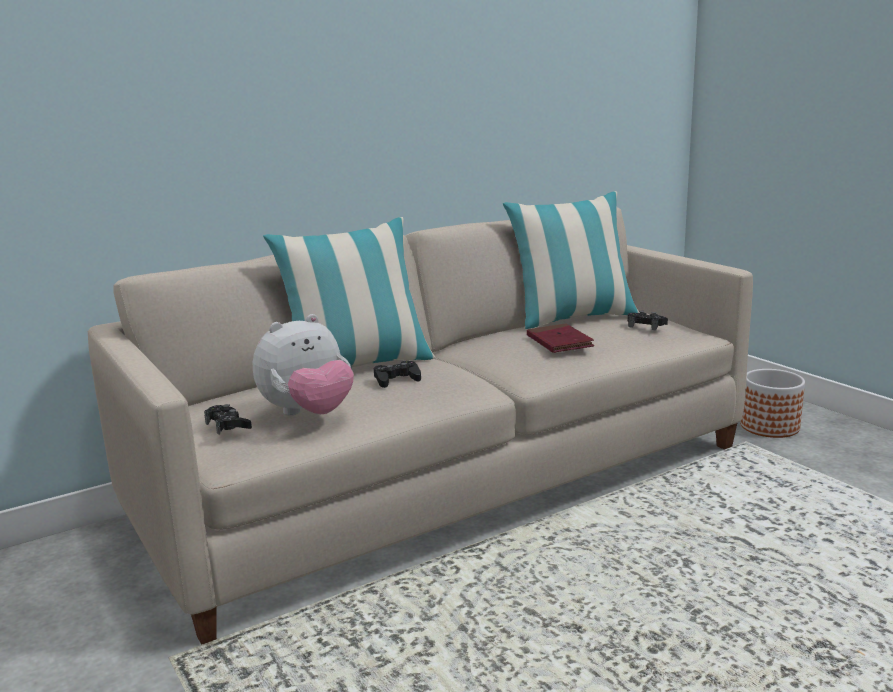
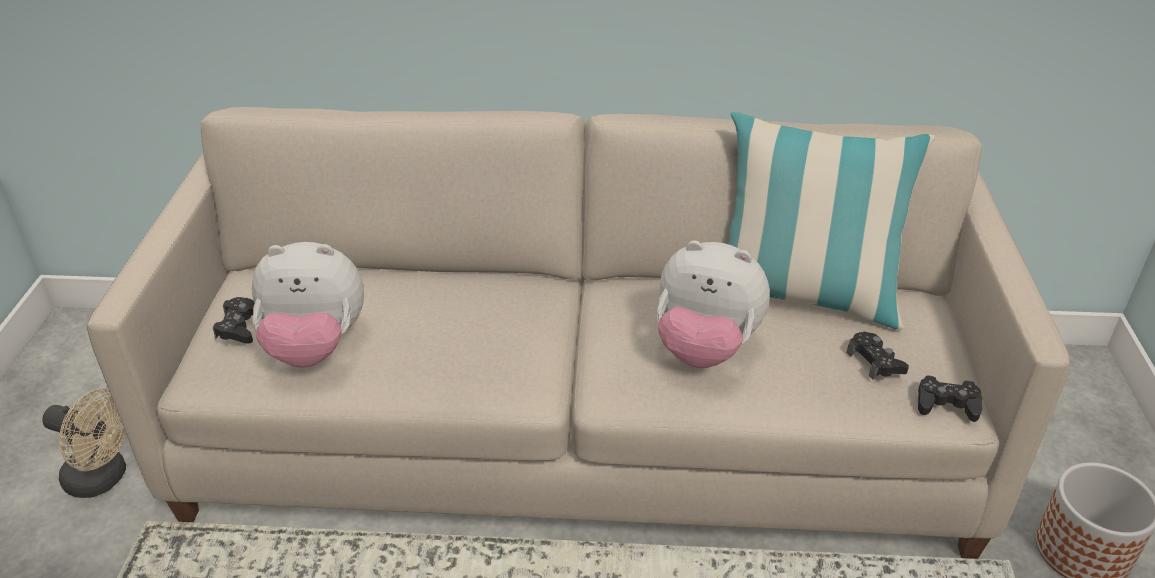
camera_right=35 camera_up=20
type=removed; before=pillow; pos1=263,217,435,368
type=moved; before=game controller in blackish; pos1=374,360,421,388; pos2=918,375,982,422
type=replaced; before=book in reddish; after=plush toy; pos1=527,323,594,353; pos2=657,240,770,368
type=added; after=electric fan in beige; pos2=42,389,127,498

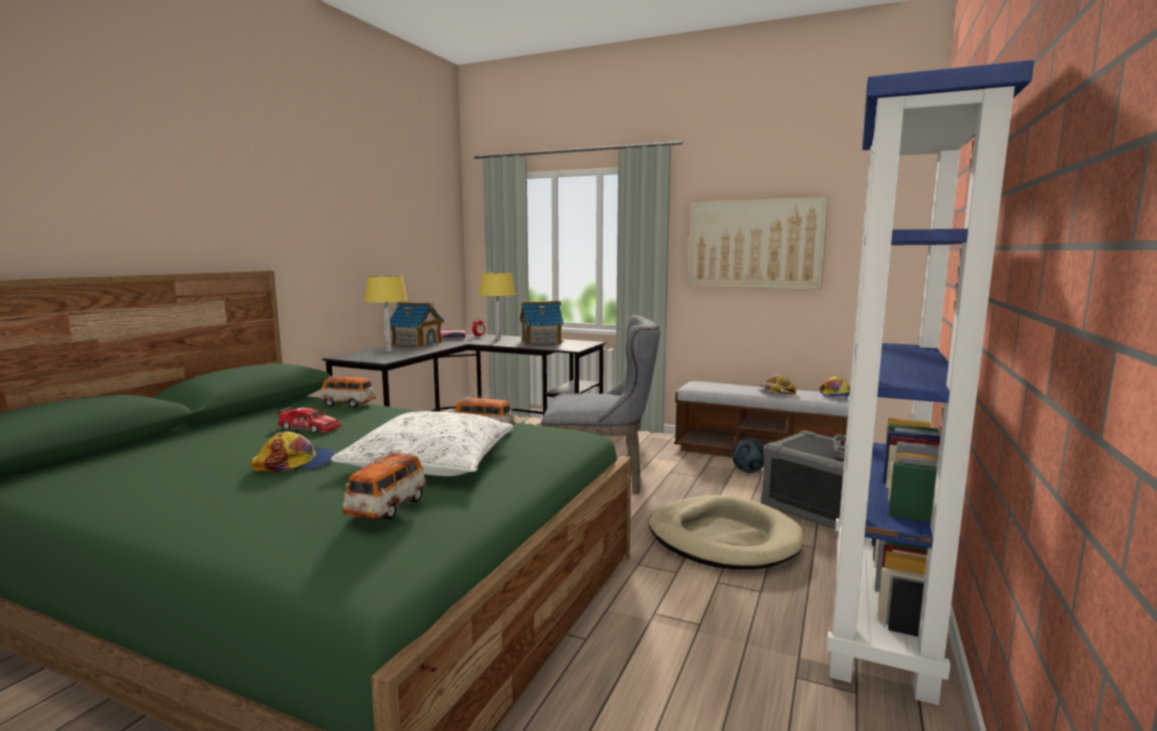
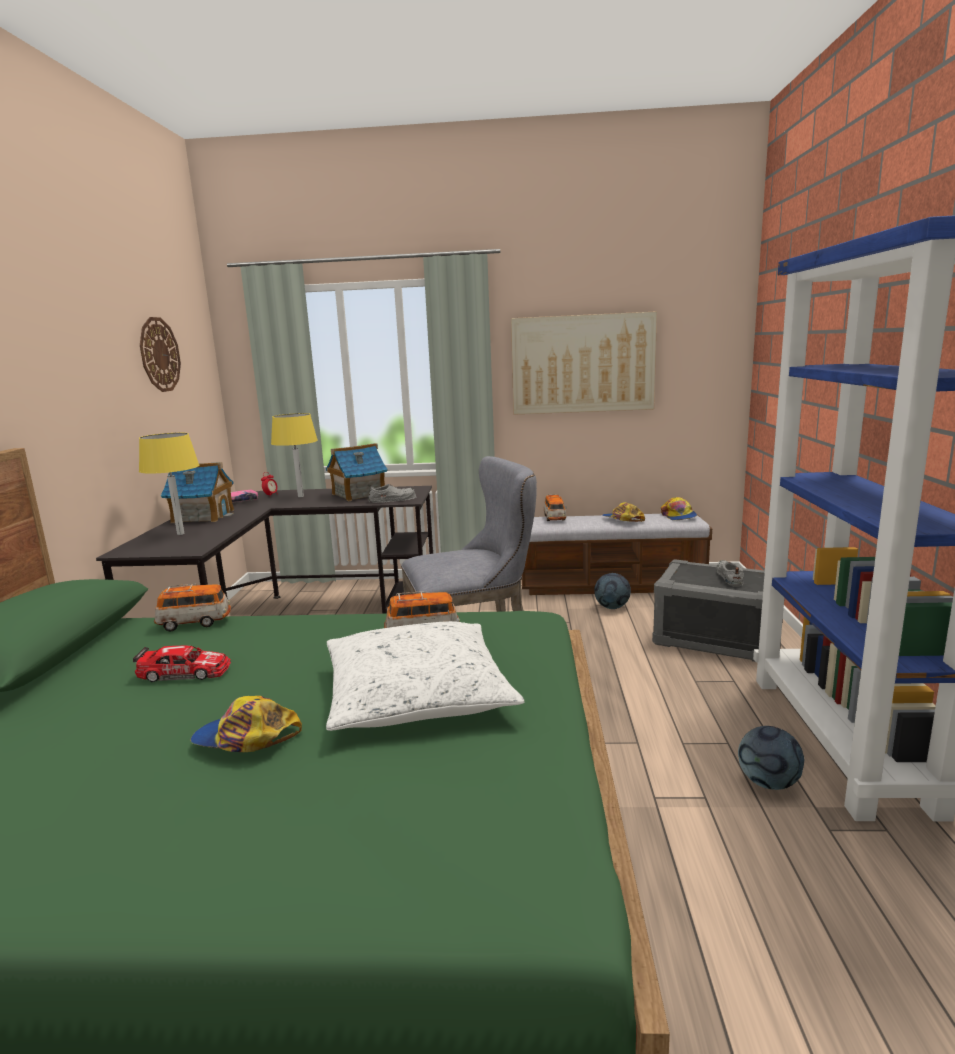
camera_right=-20 camera_up=5
type=turned; before=cap; pos1=251,431,336,473; pos2=190,696,302,752; turn=-135
type=moved; before=model car; pos1=342,451,427,520; pos2=543,494,567,521
type=removed; before=pet bed in beige; pos1=648,495,804,570
type=added; after=hanging clock; pos2=140,317,181,392
type=added; after=shoe in greyish; pos2=368,484,416,503
type=added; after=ball for football; pos2=738,726,804,790

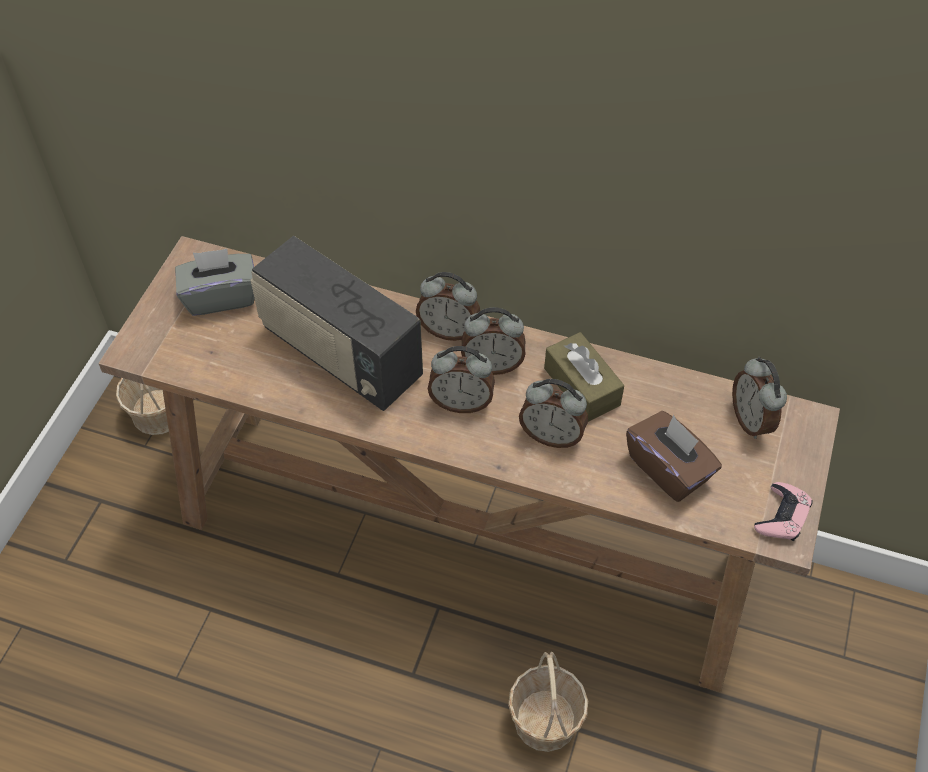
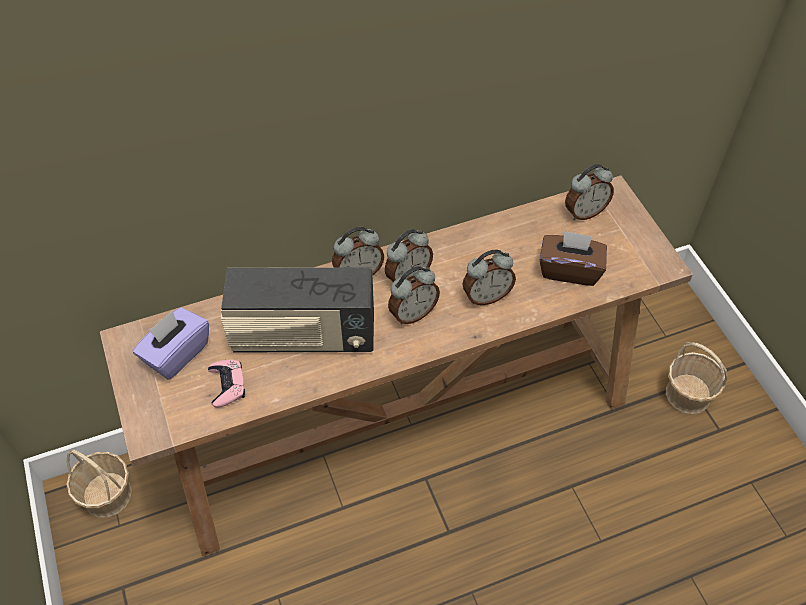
camera_right=-40 camera_up=0
type=recoloured; before=tissue box in greyish; after=tissue box in purplish; pos1=175,249,254,316; pos2=133,307,209,380
type=moved; before=storage basket; pos1=508,652,588,752; pos2=666,342,728,414
type=removed; before=tissue box in brown; pos1=544,332,624,422
type=turned; before=alarm clock; pos1=732,357,787,439; pos2=565,164,614,220; turn=-60
type=moved; before=game controller in pink-coloured; pos1=754,482,813,541; pos2=208,359,245,408

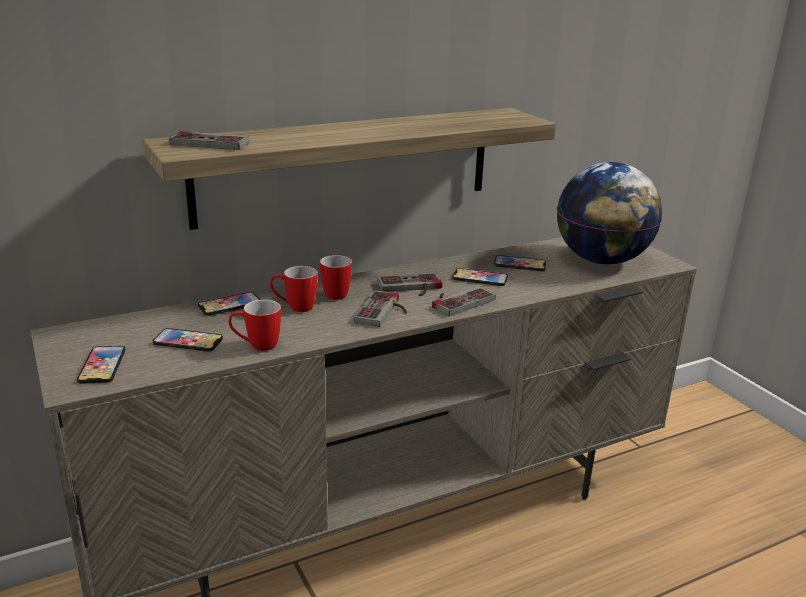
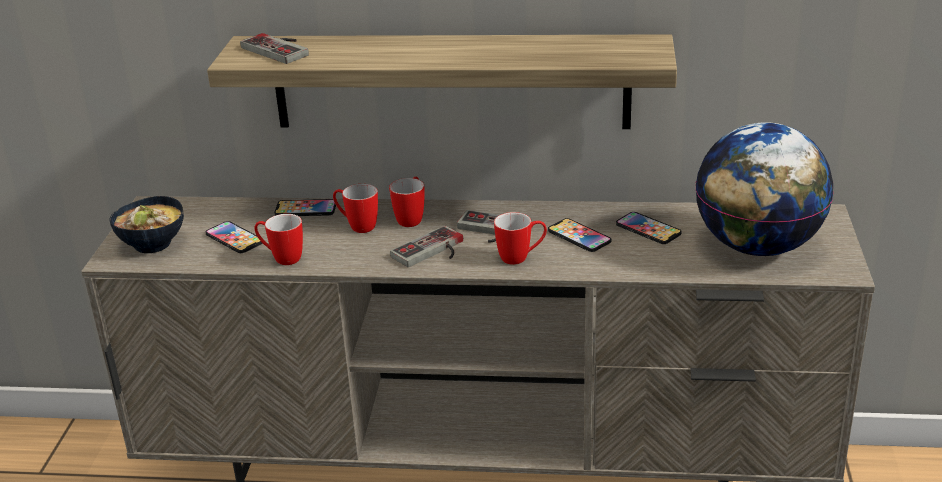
camera_right=35 camera_up=5
type=replaced; before=phone; after=serving bowl; pos1=77,346,125,383; pos2=109,196,184,253
type=replaced; before=game controller; after=tea mug; pos1=432,286,496,316; pos2=494,212,547,265

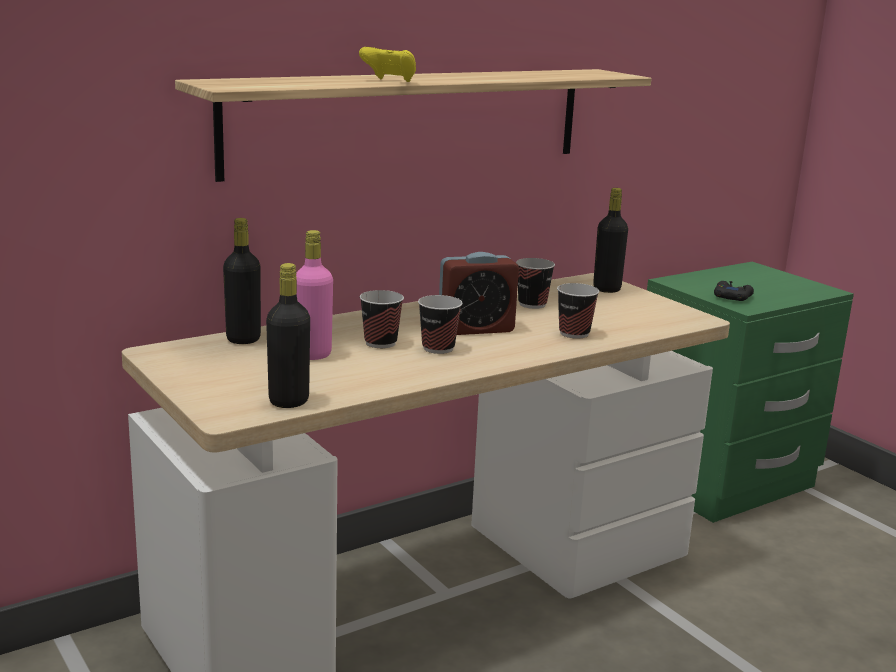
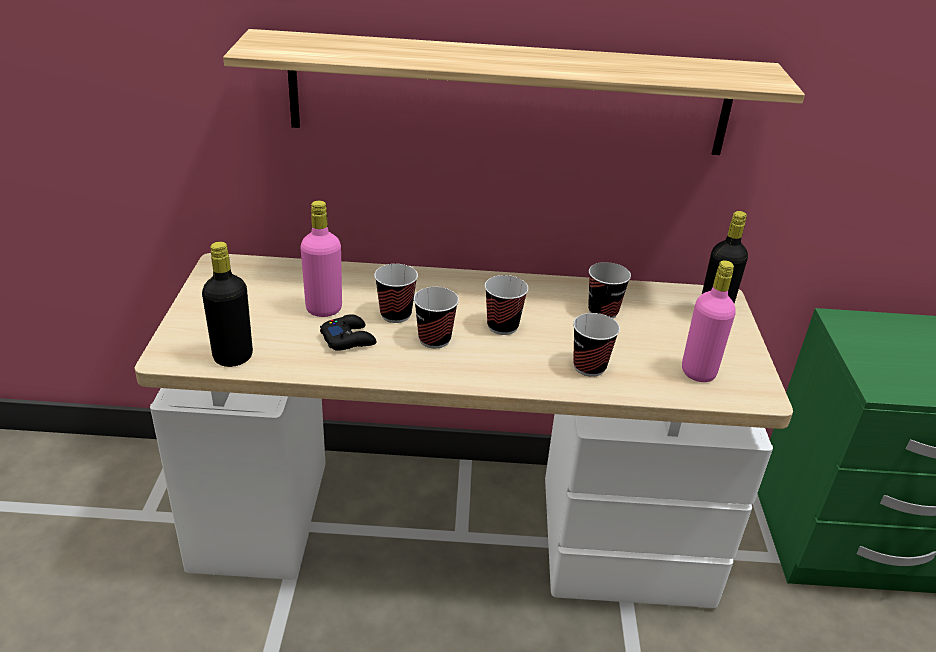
camera_right=35 camera_up=15
type=removed; before=drink bottle in blackish; pos1=223,218,261,344
type=removed; before=game controller in yellow; pos1=359,47,416,82
type=replaced; before=alarm clock; after=cup; pos1=439,252,519,335; pos2=485,275,528,335
type=moved; before=game controller in blackish; pos1=714,281,754,301; pos2=320,314,377,351
type=added; after=drink bottle in pink-coloured; pos2=682,260,736,382

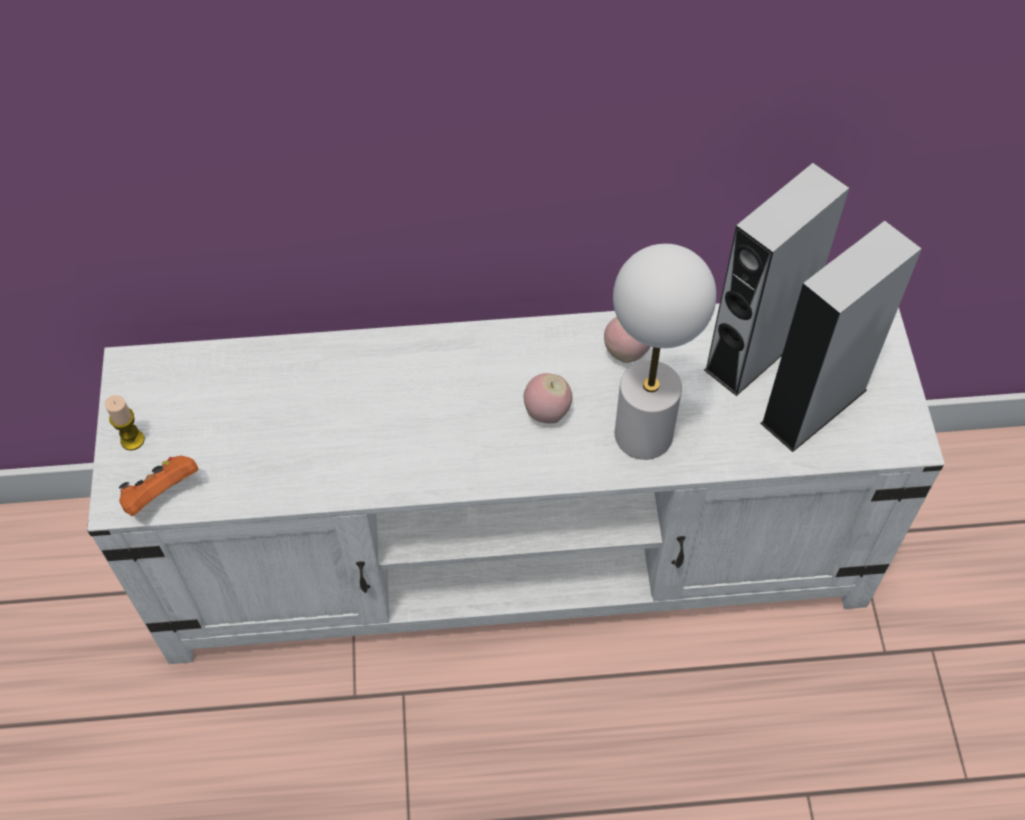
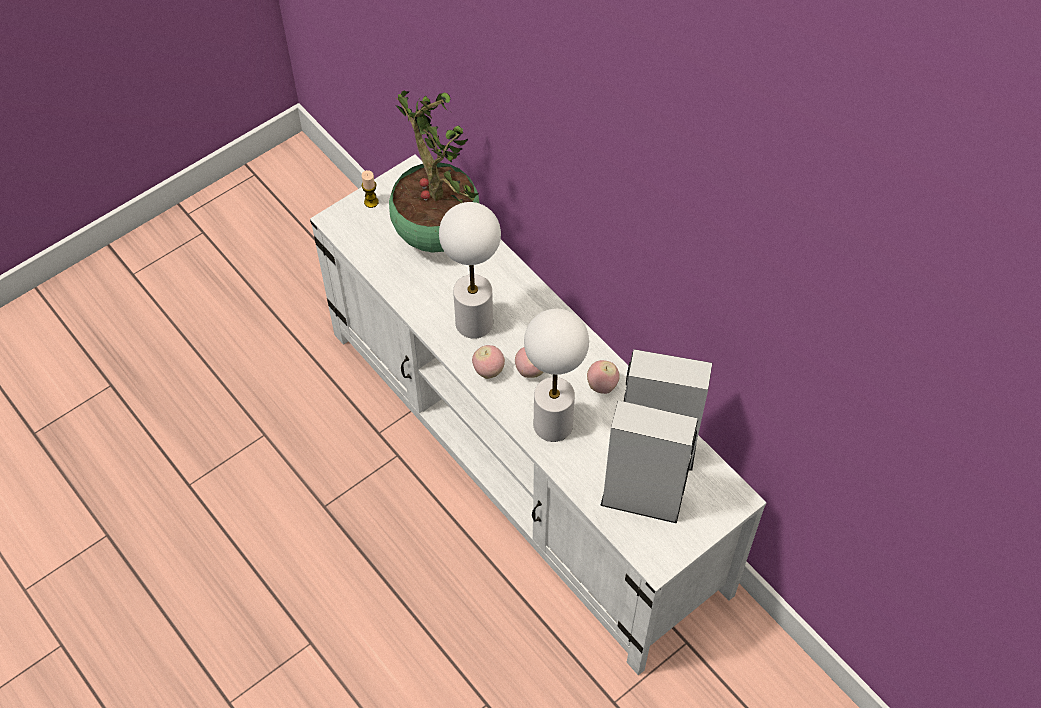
camera_right=55 camera_up=0
type=removed; before=game controller in orange; pos1=119,456,198,516
type=added; after=houseplant; pos2=389,91,480,253
type=added; after=tabletop lamp in white; pos2=439,202,501,339
type=added; after=apple fruit; pos2=472,345,505,379

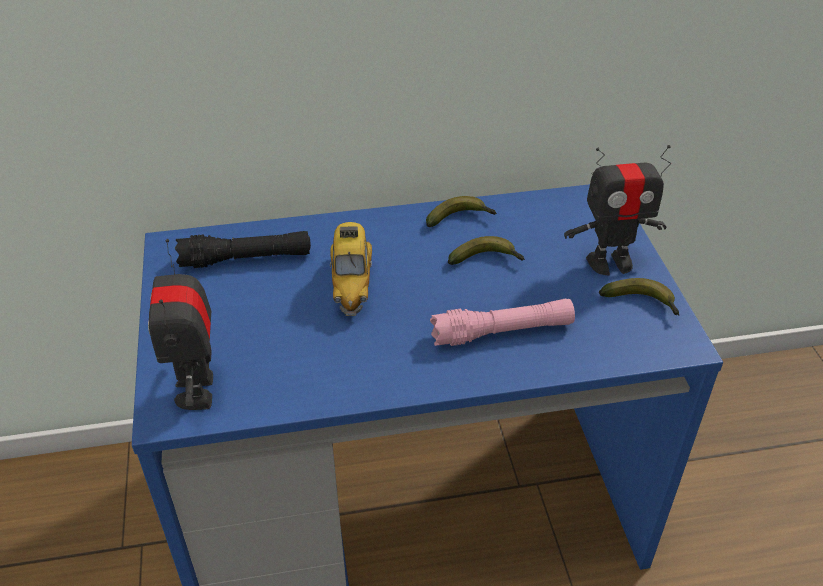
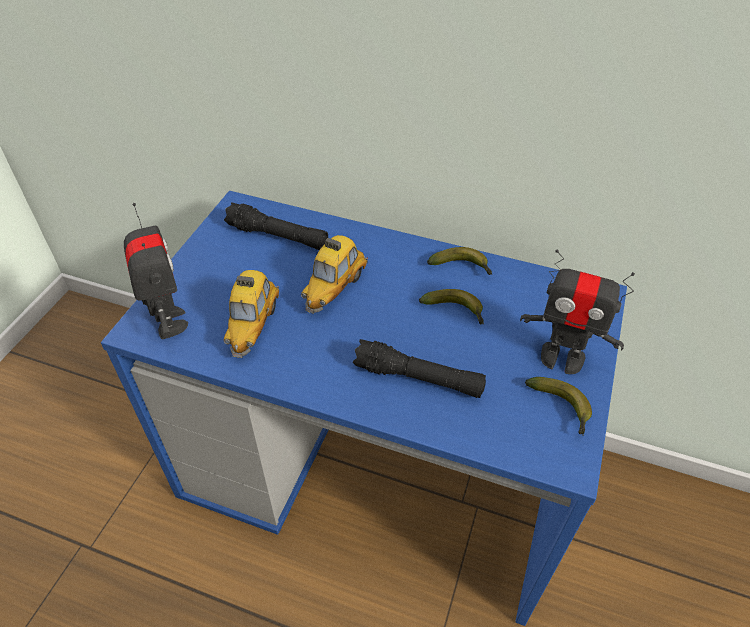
camera_right=30 camera_up=5
type=turned; before=model robot; pos1=148,239,213,410; pos2=124,203,188,339; turn=135
type=recoloured; before=hand torch in pink-coloured; after=hand torch in blackish; pos1=430,299,575,346; pos2=353,339,486,398
type=added; after=model car; pos2=224,270,280,358

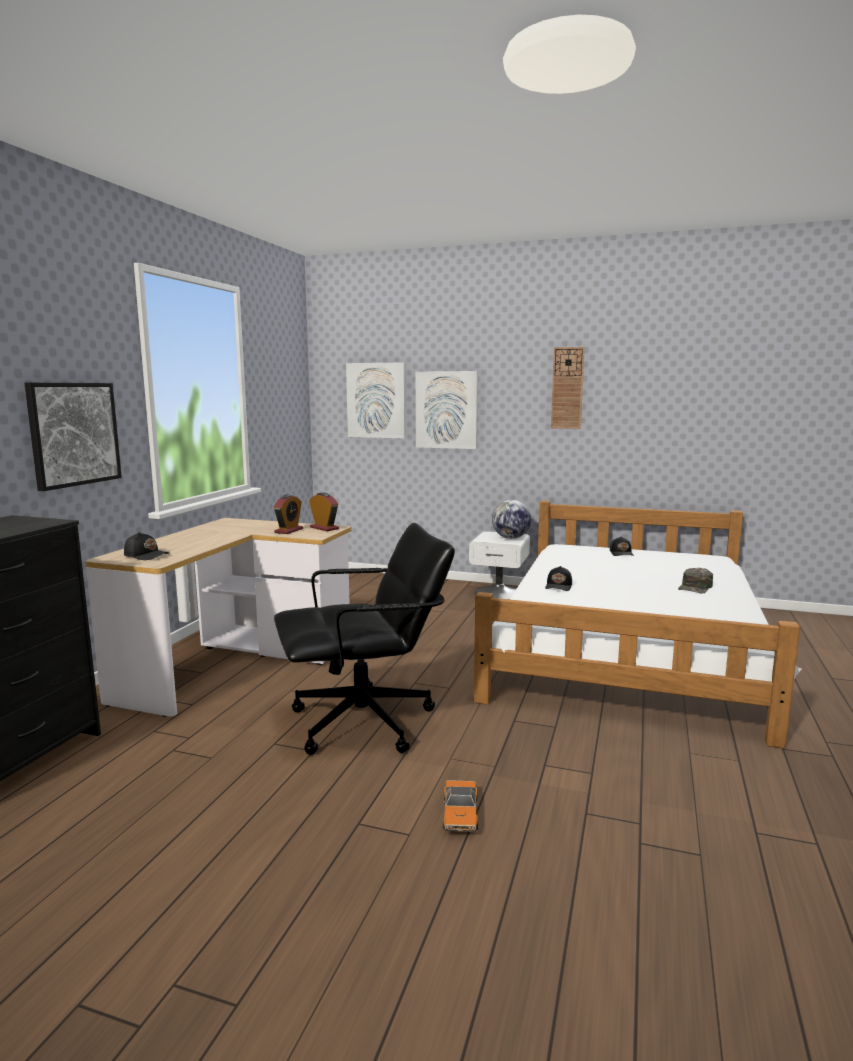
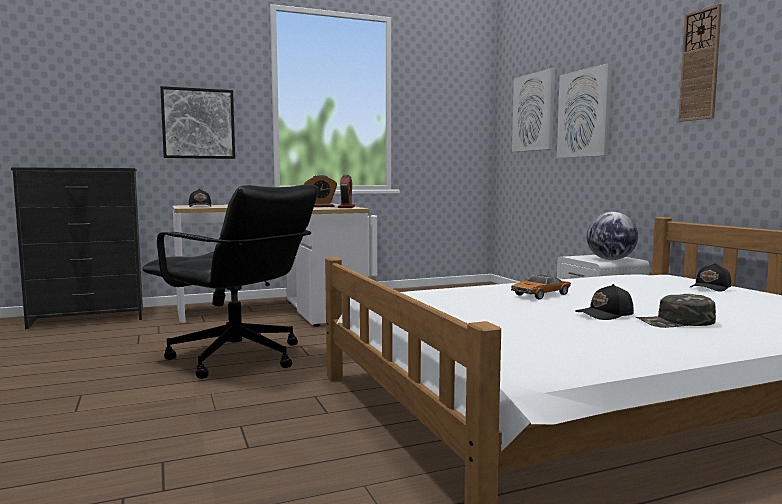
camera_right=50 camera_up=-5
type=moved; before=model car; pos1=443,780,478,832; pos2=511,274,571,300
type=moved; before=cap in blackish; pos1=545,566,572,591; pos2=575,284,634,320

